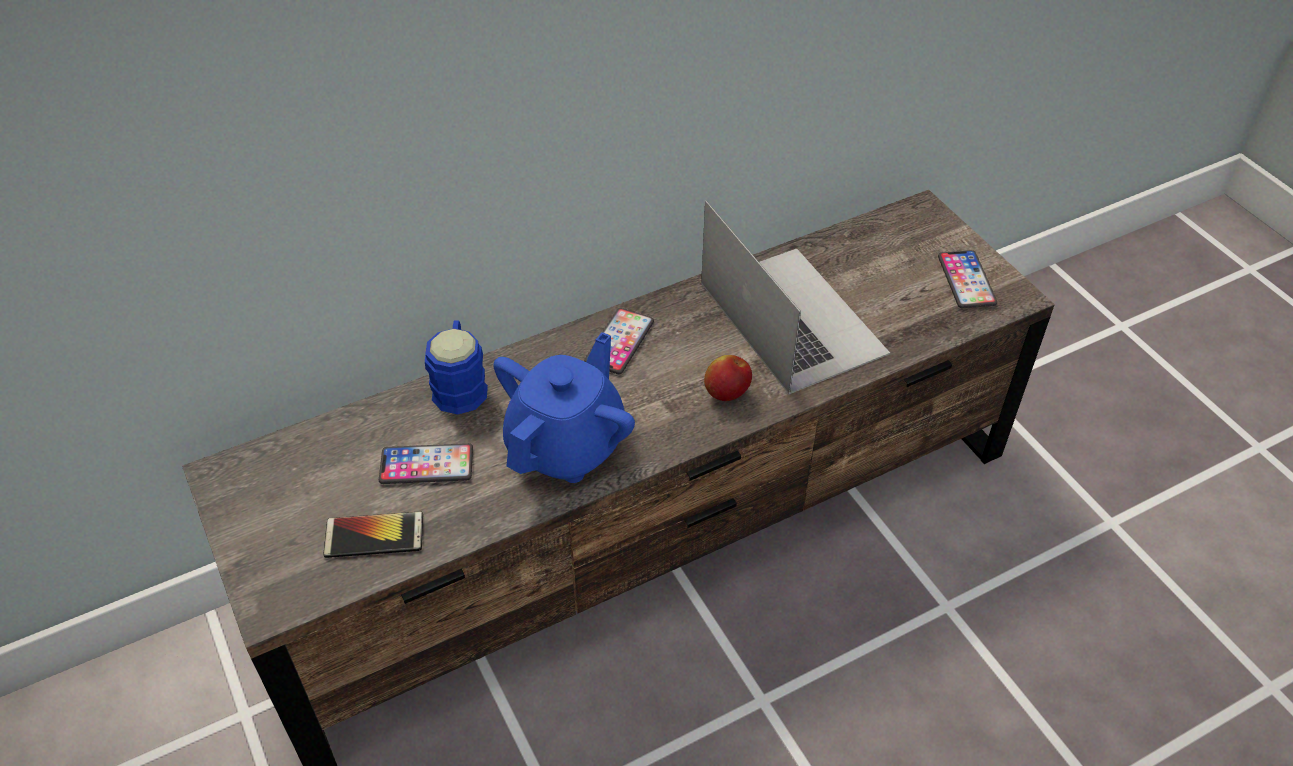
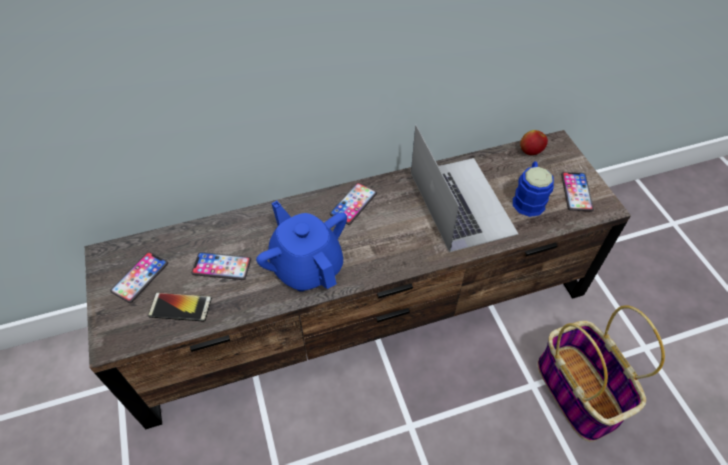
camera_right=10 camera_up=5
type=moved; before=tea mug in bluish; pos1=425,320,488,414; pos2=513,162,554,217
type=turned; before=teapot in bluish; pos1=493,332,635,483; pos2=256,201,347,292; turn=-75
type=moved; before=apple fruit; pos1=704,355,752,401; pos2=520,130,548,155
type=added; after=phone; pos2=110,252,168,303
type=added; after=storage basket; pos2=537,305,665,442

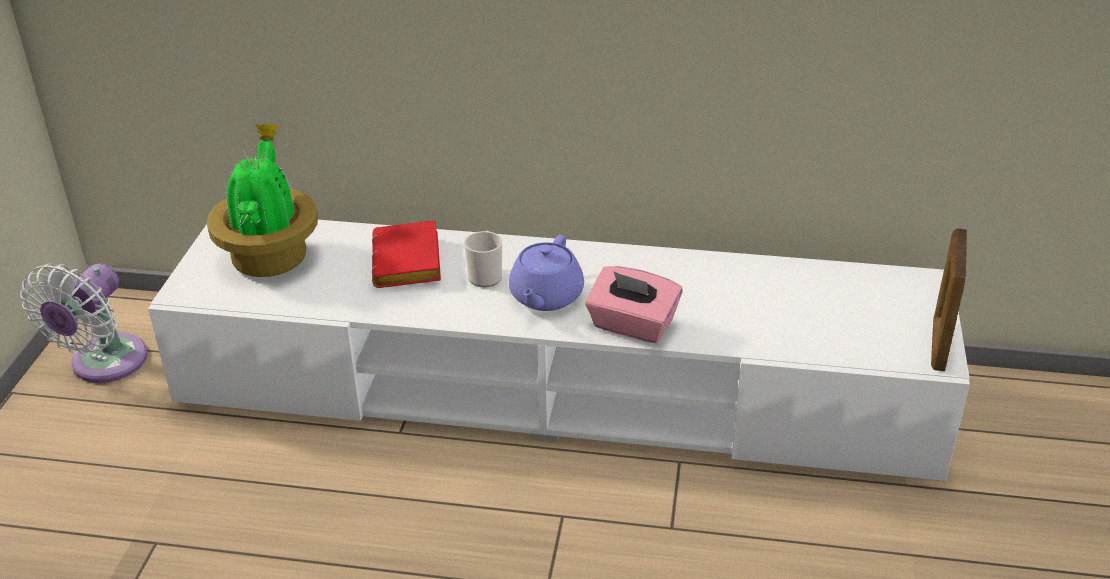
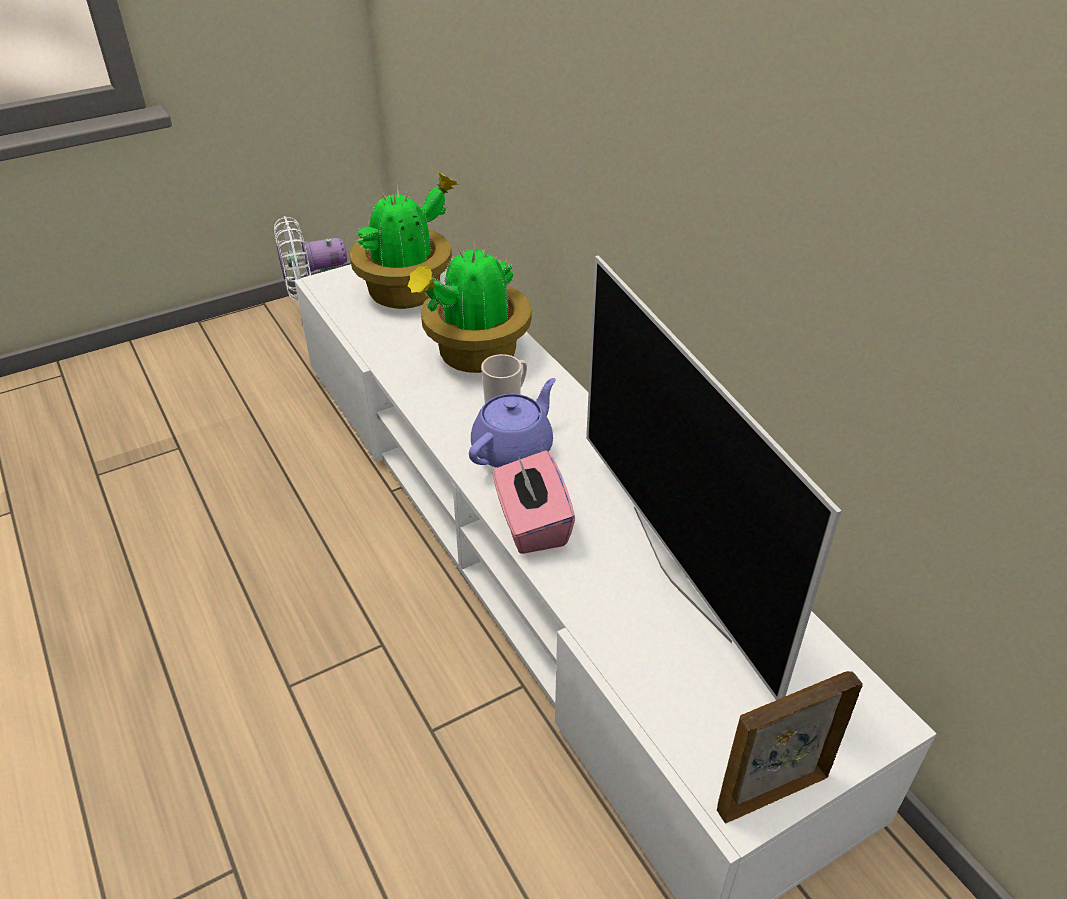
camera_right=50 camera_up=5
type=replaced; before=book in reddish; after=houseplant; pos1=372,220,441,288; pos2=407,243,532,373
type=turned; before=teapot in purplish; pos1=509,235,584,311; pos2=469,378,556,468; turn=150
type=added; after=TV set; pos2=586,255,841,700

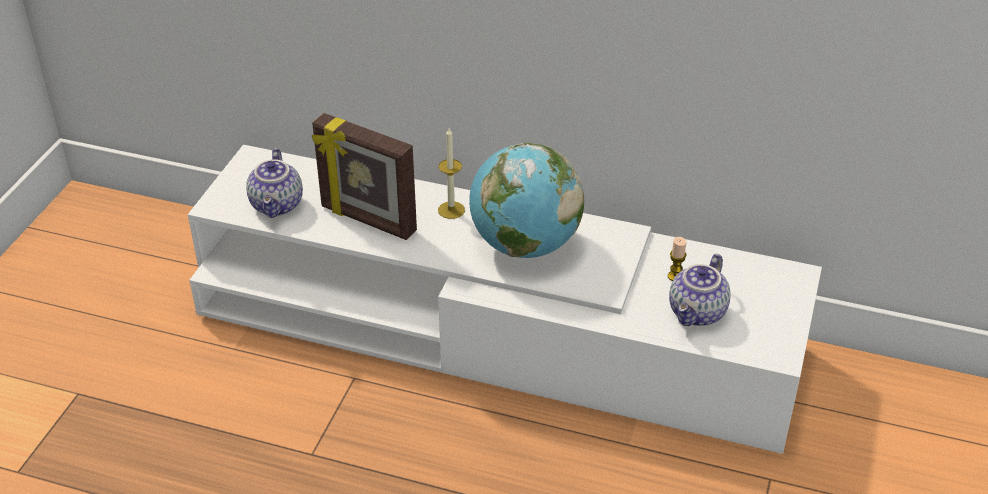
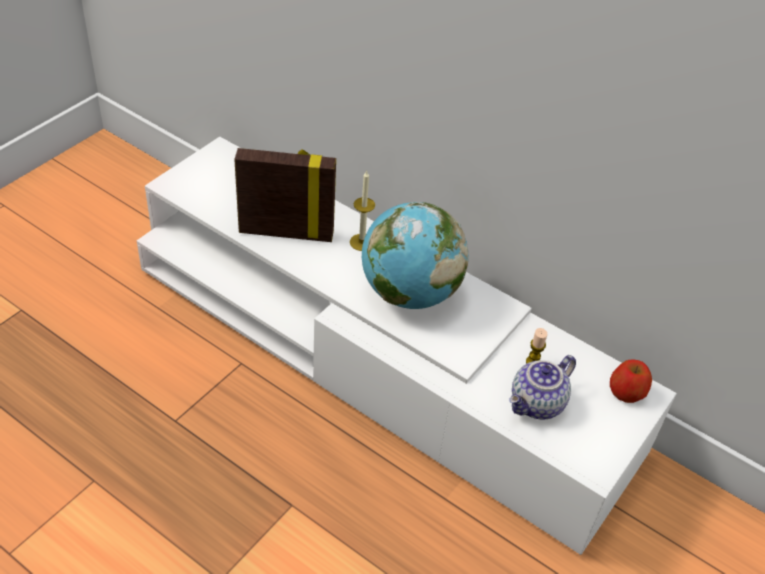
camera_right=15 camera_up=5
type=removed; before=teapot; pos1=246,148,303,218
type=turned; before=picture frame; pos1=312,113,417,240; pos2=234,148,336,242; turn=135
type=added; after=apple fruit; pos2=610,359,652,403

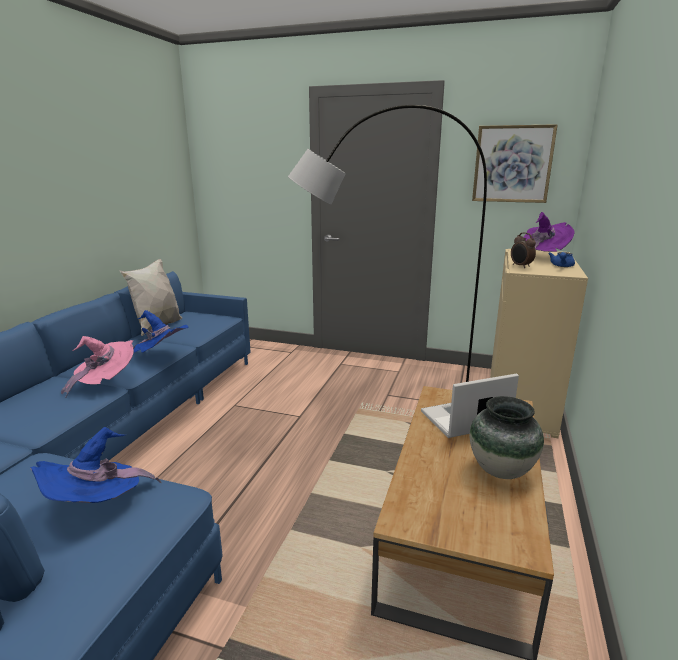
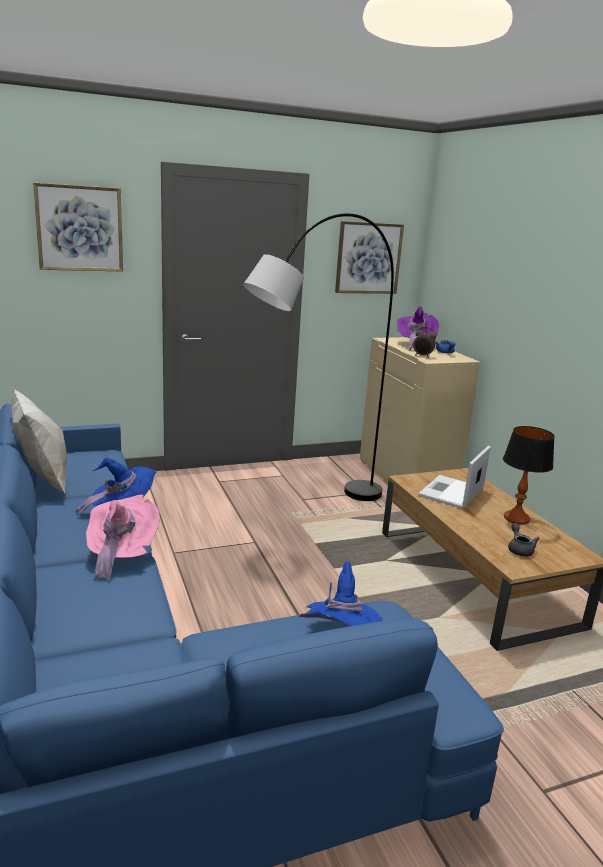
camera_right=-40 camera_up=0
type=replaced; before=decorative vase; after=tabletop lamp; pos1=469,396,544,479; pos2=503,426,555,525
type=added; after=picture; pos2=33,183,123,272
type=added; after=teapot in greyish; pos2=508,523,540,556

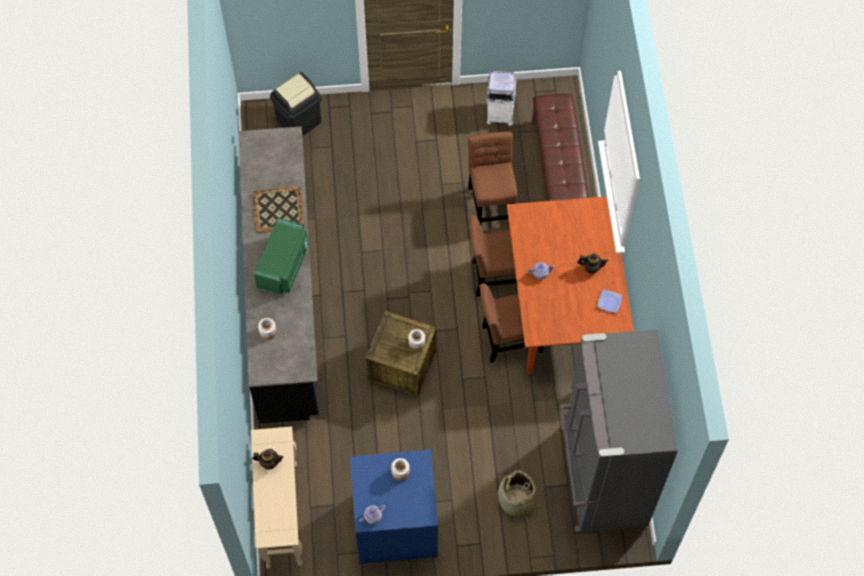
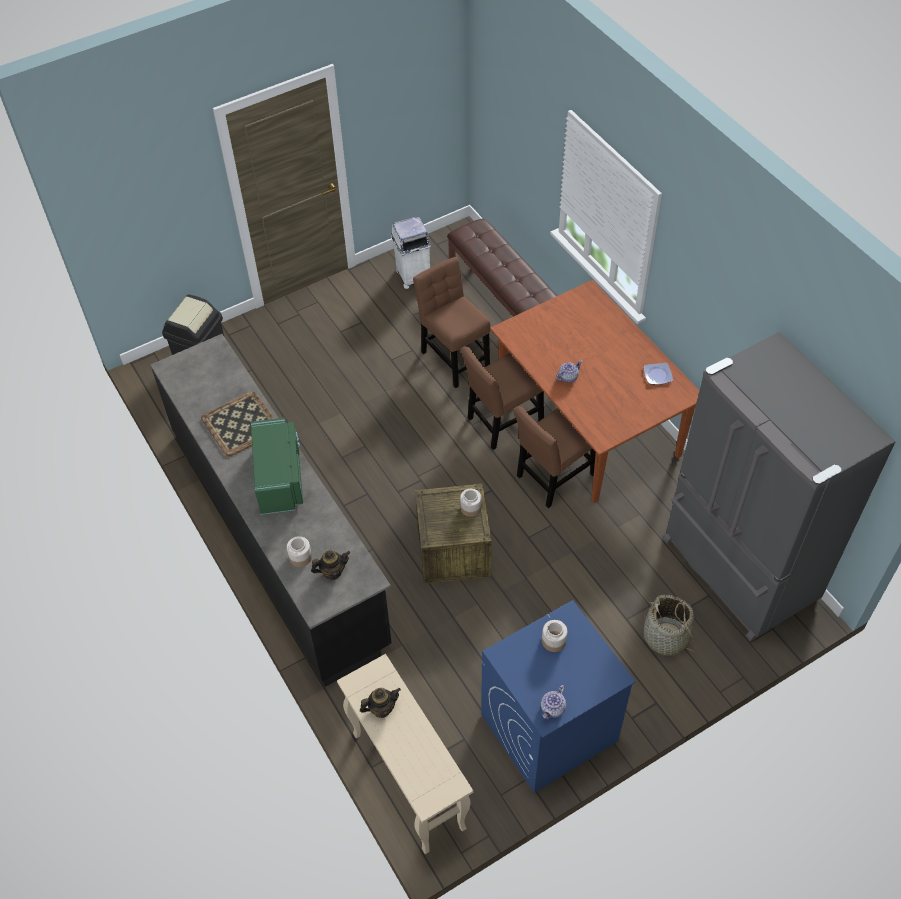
camera_right=-25 camera_up=-10
type=moved; before=teapot; pos1=577,253,608,274; pos2=311,550,350,580

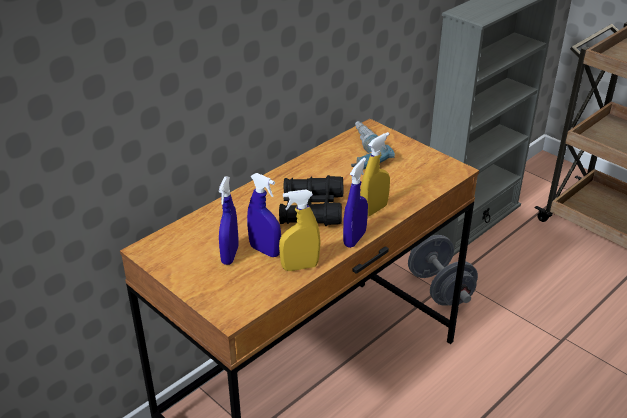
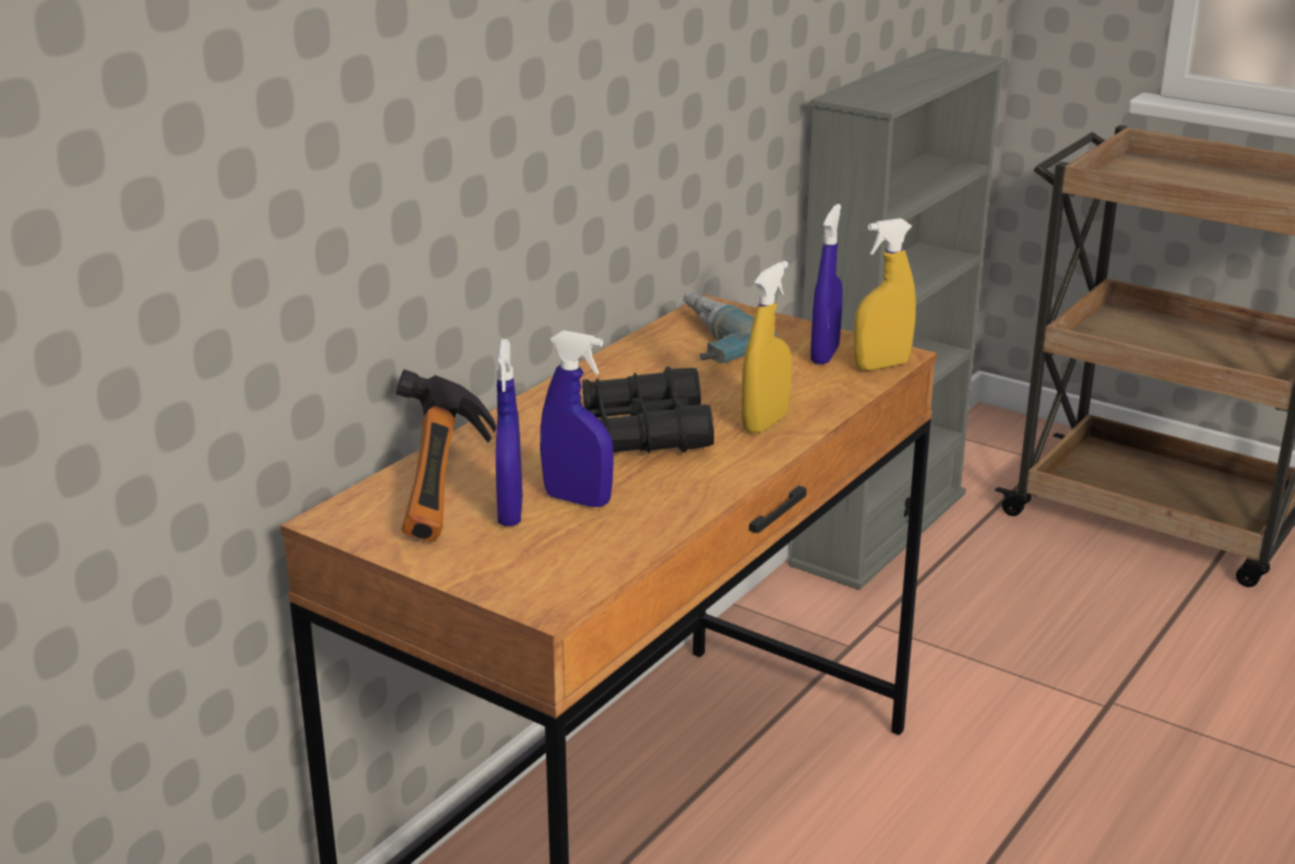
camera_right=-10 camera_up=-10
type=moved; before=spray bottle in yellow; pos1=279,189,321,271; pos2=854,218,916,370
type=moved; before=spray bottle in bluish; pos1=343,158,368,248; pos2=811,204,843,364
type=removed; before=dumbbell in greyish; pos1=408,235,478,306
type=added; after=hand hammer; pos2=396,369,496,542

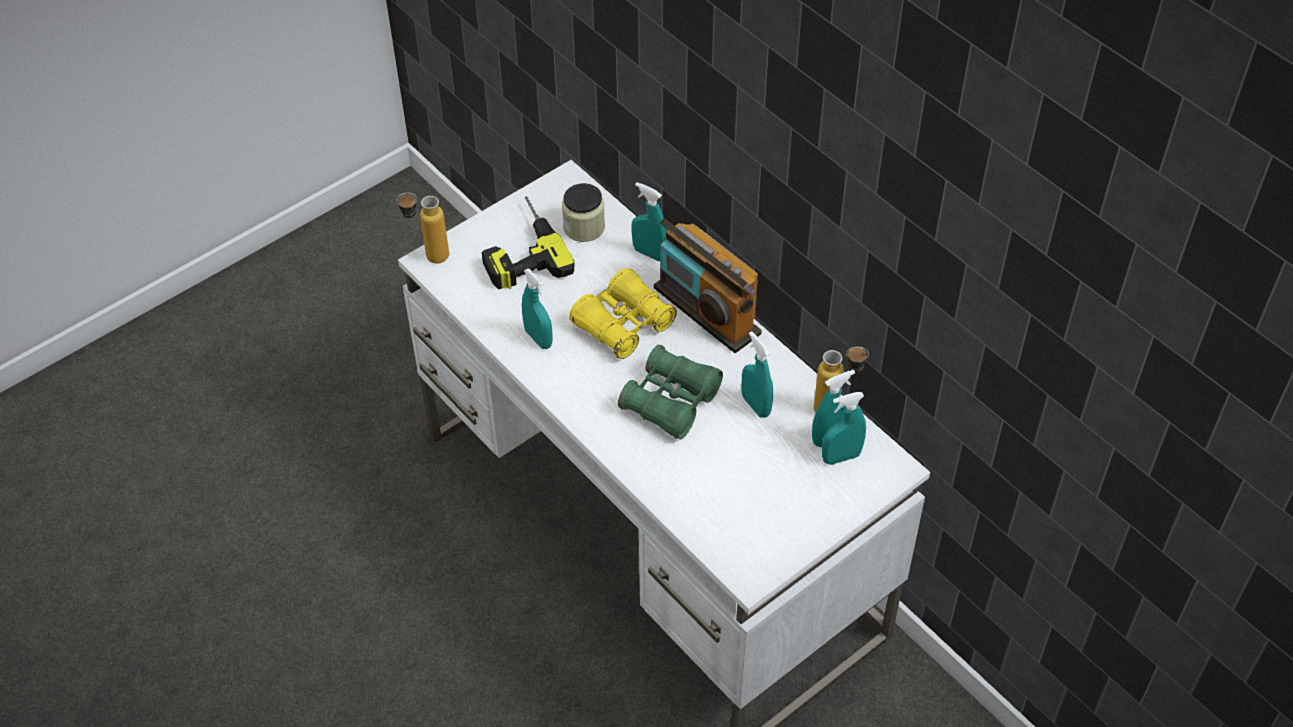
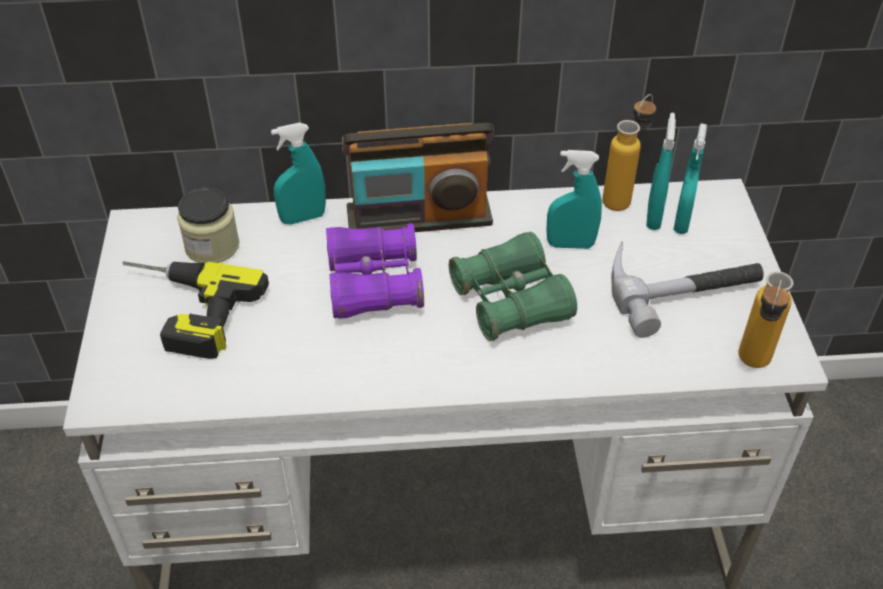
camera_right=-55 camera_up=-5
type=moved; before=drink bottle; pos1=396,193,449,264; pos2=738,272,794,368
type=removed; before=spray bottle in turquoise-coloured; pos1=522,269,553,349
type=recoloured; before=field glasses in yellow; after=field glasses in purplish; pos1=569,268,677,359; pos2=326,223,424,319
type=added; after=hand hammer; pos2=611,241,764,337

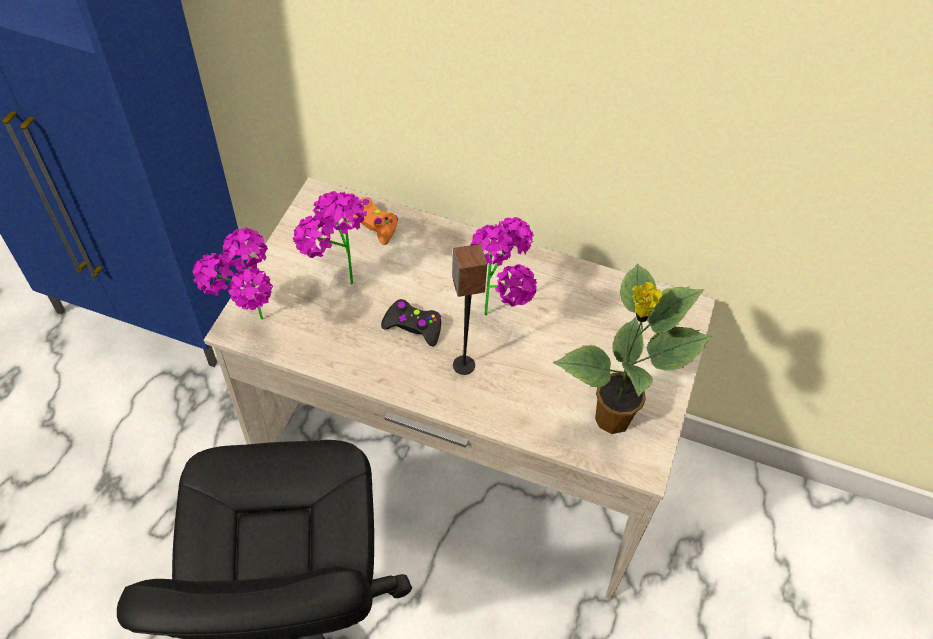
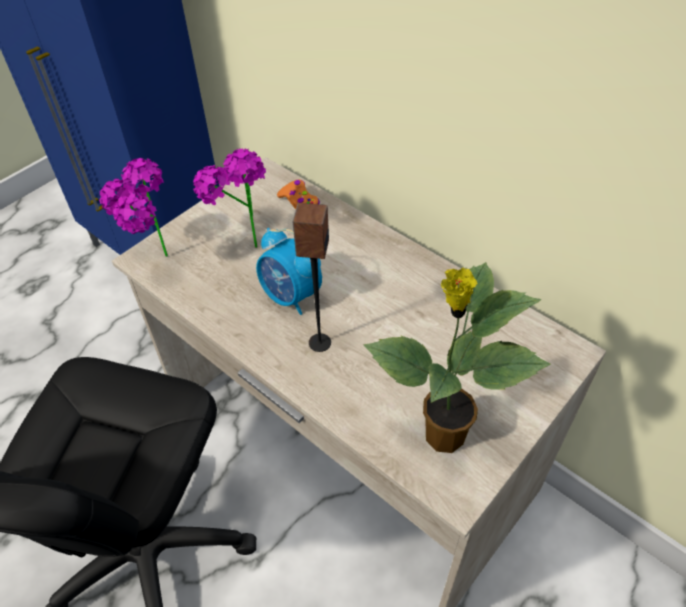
camera_right=25 camera_up=-5
type=replaced; before=game controller in blackish; after=alarm clock; pos1=381,299,441,346; pos2=256,228,322,315
type=removed; before=houseplant; pos1=470,217,537,315

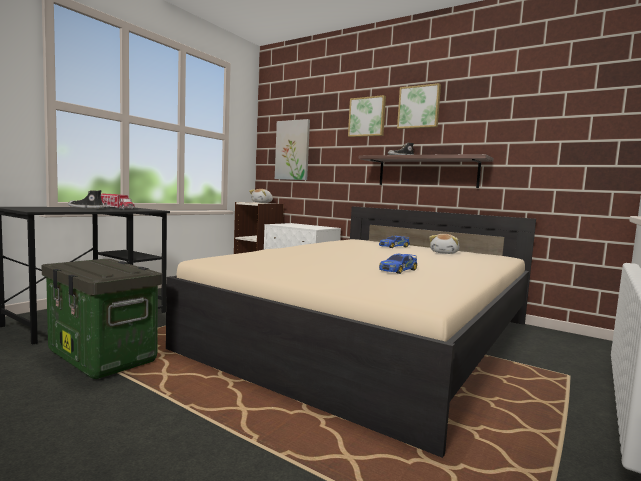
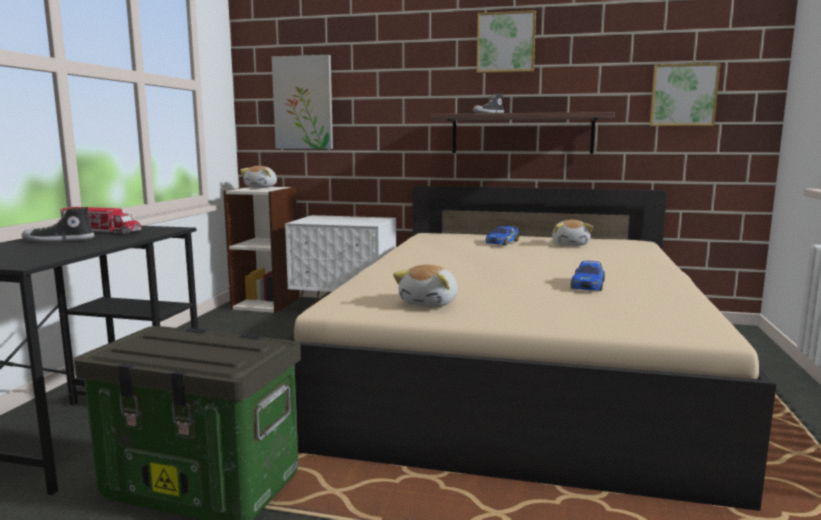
camera_right=-20 camera_up=5
type=moved; before=picture; pos1=348,95,386,137; pos2=650,63,720,126
type=added; after=plush toy; pos2=393,265,457,307

